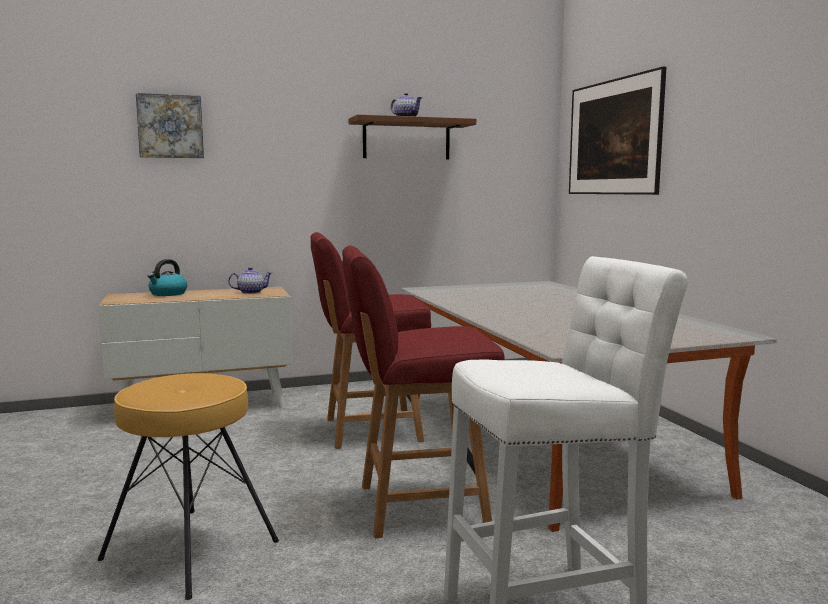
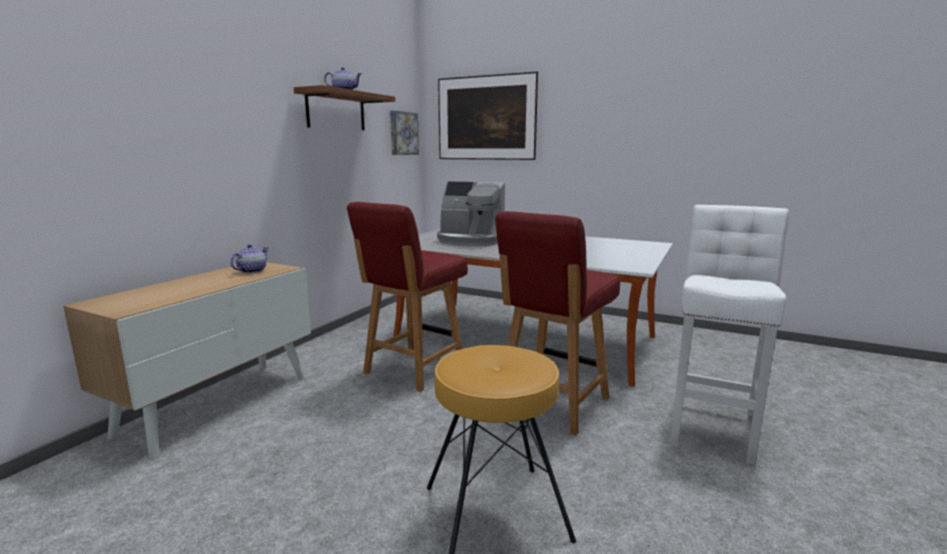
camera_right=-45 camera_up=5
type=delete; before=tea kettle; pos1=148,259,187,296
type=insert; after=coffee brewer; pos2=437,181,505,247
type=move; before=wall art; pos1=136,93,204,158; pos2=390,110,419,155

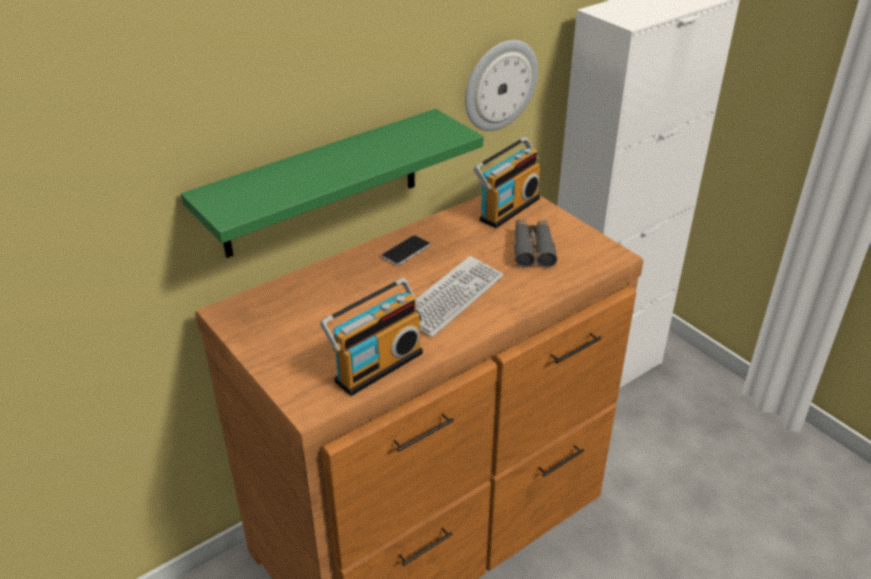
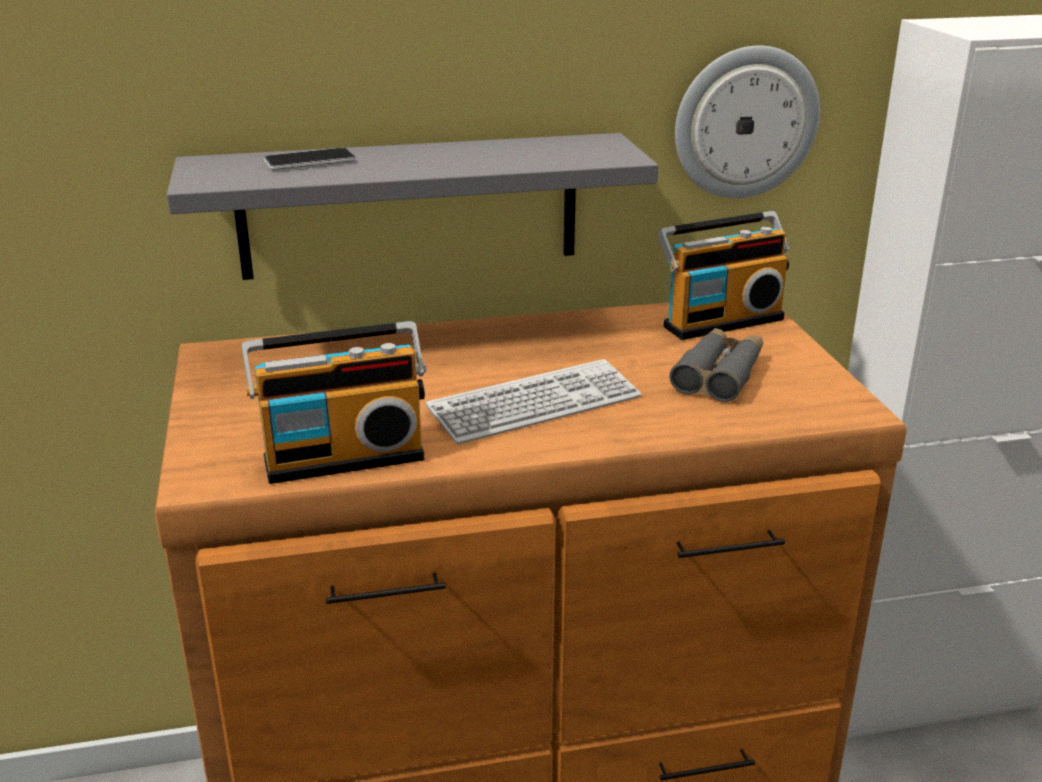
camera_right=25 camera_up=-10
type=move; before=telephone; pos1=381,235,430,265; pos2=264,148,356,170
type=recolor; before=bracket shelf/greenish; after=bracket shelf/greyish; pos1=181,109,483,258; pos2=167,133,658,280

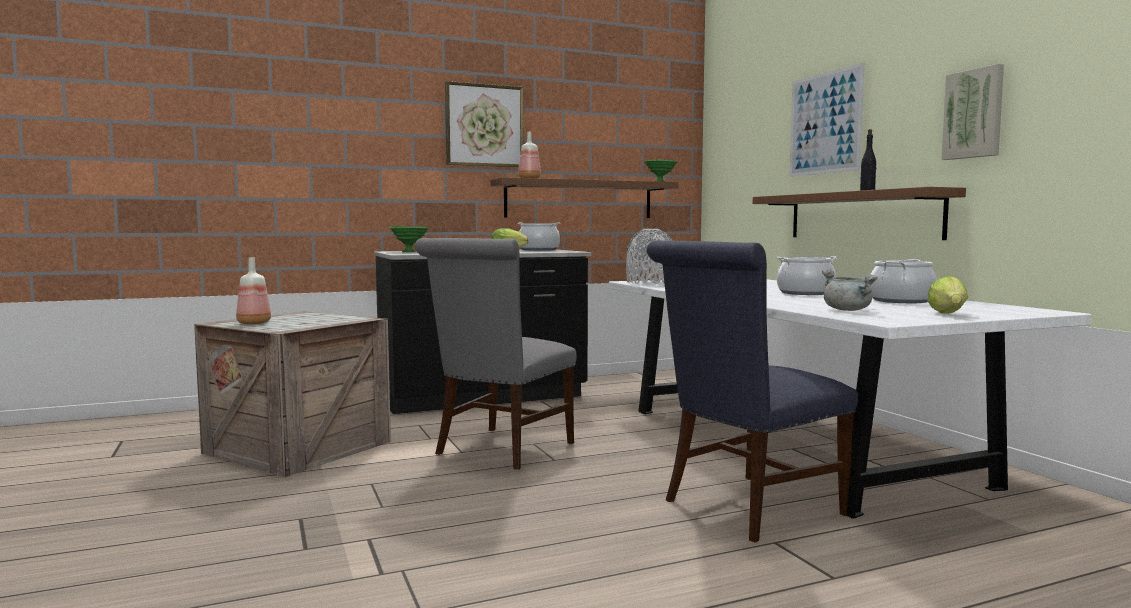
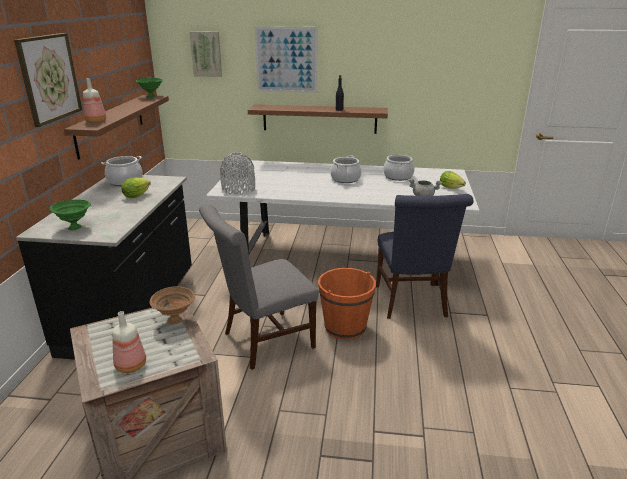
camera_right=-60 camera_up=20
type=insert; after=bowl/brown-coloured; pos2=150,286,195,324
type=insert; after=pail/orangey; pos2=318,268,376,340
type=move; before=wall art; pos1=942,64,1004,160; pos2=189,31,222,77
type=rotate; before=chair/greyish; pos1=415,238,577,470; pos2=199,204,319,370; turn=90

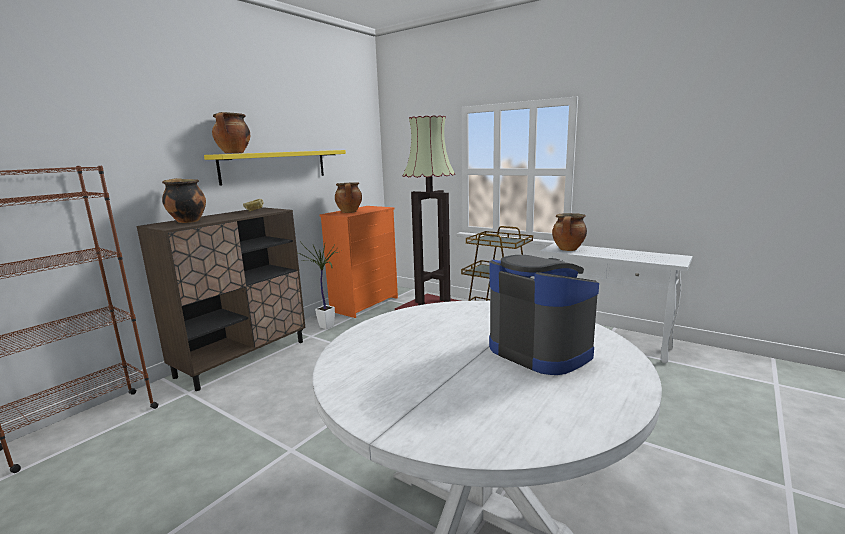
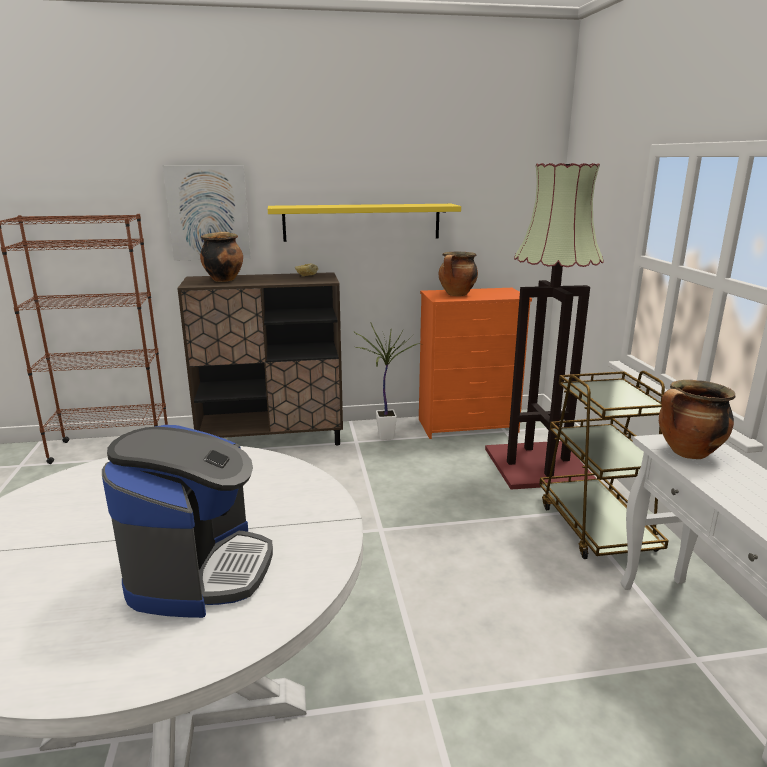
camera_right=45 camera_up=5
type=delete; before=cooking pot; pos1=212,112,250,154
type=insert; after=wall art; pos2=163,165,251,261

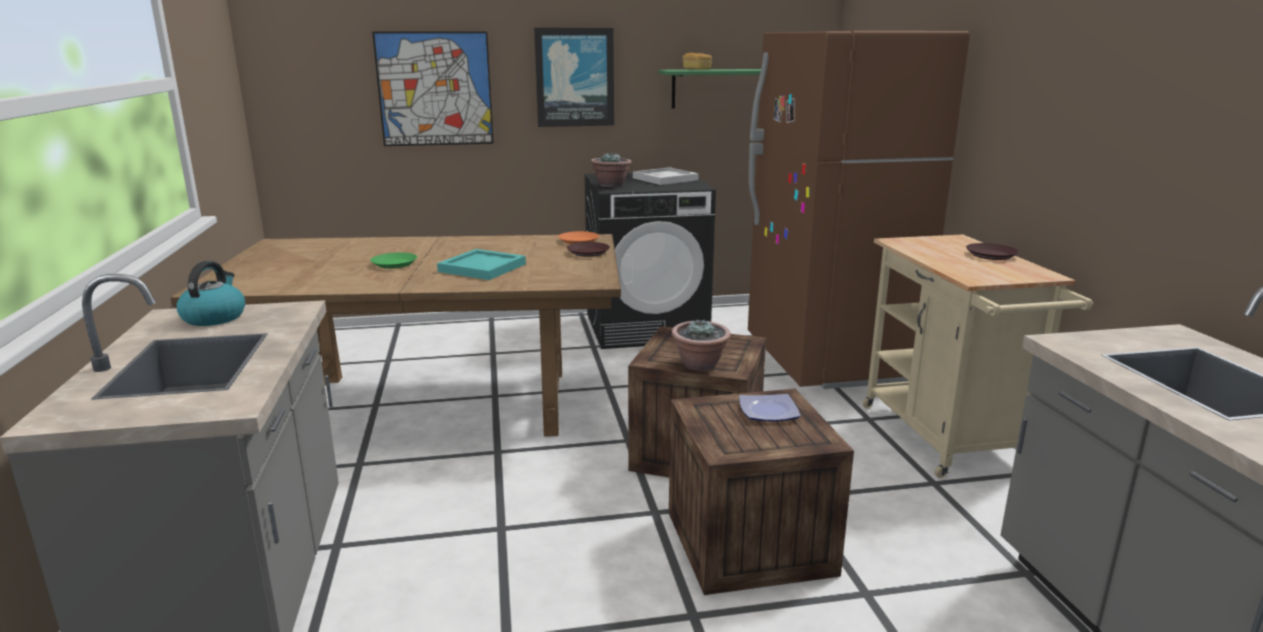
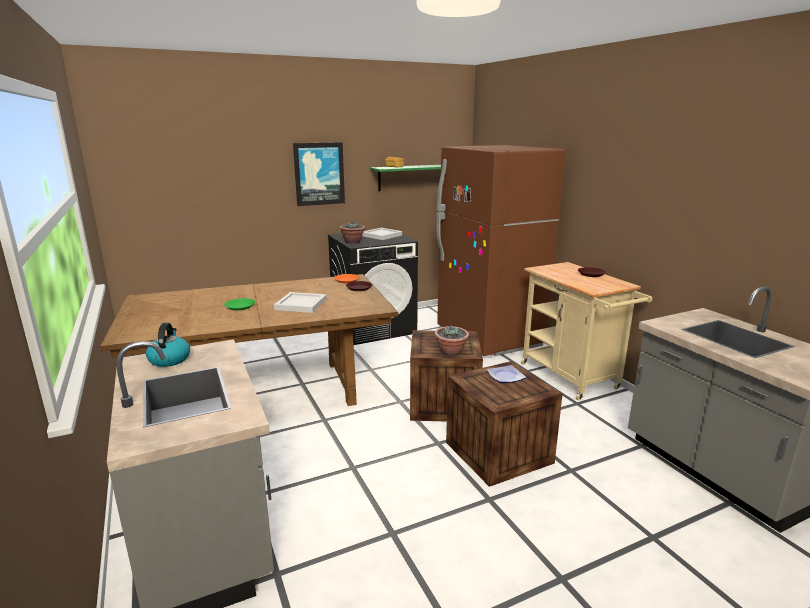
camera_right=-15 camera_up=0
type=delete; before=wall art; pos1=372,31,494,146
type=recolor; before=serving tray/blue-green; after=serving tray/whitish; pos1=437,249,526,280; pos2=274,292,327,313

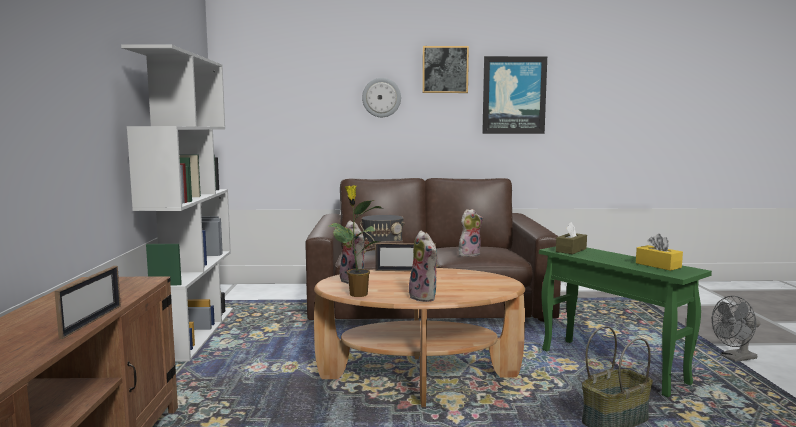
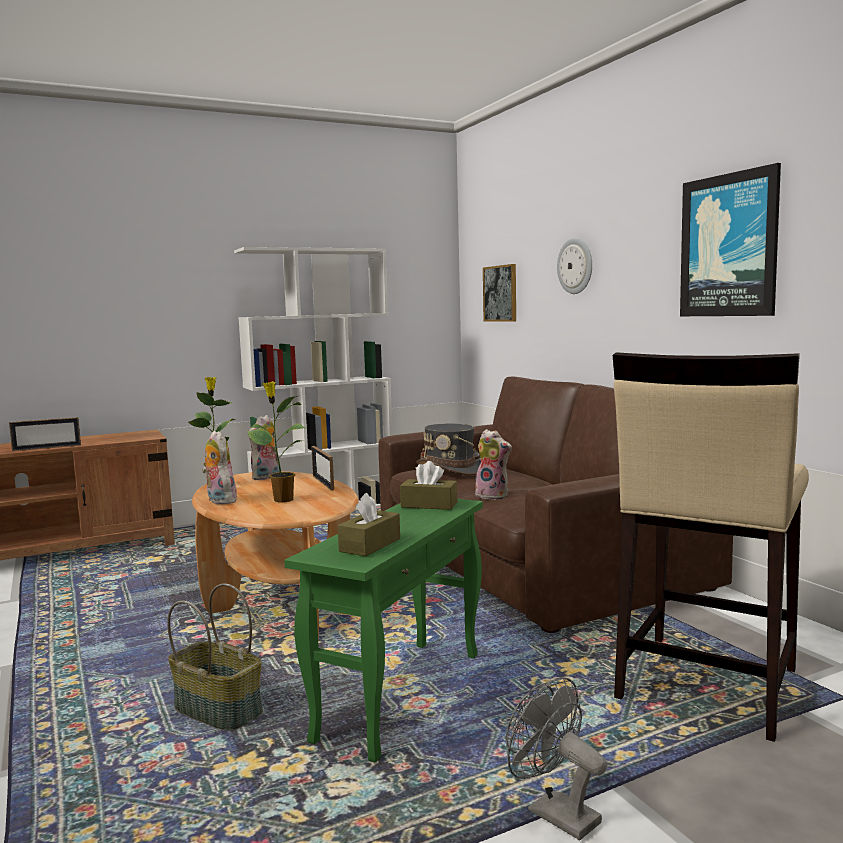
camera_right=65 camera_up=0
type=insert; after=houseplant; pos2=247,381,306,503
type=insert; after=stool seat/sand-coloured; pos2=613,352,809,742
type=move; before=wall art; pos1=422,46,469,93; pos2=483,264,516,322
type=recolor; before=tissue holder/yellow-coloured; after=tissue holder/brown-coloured; pos1=636,234,683,271; pos2=338,493,400,556
type=rotate; before=soft toy; pos1=409,231,438,302; pos2=202,431,237,504; turn=105

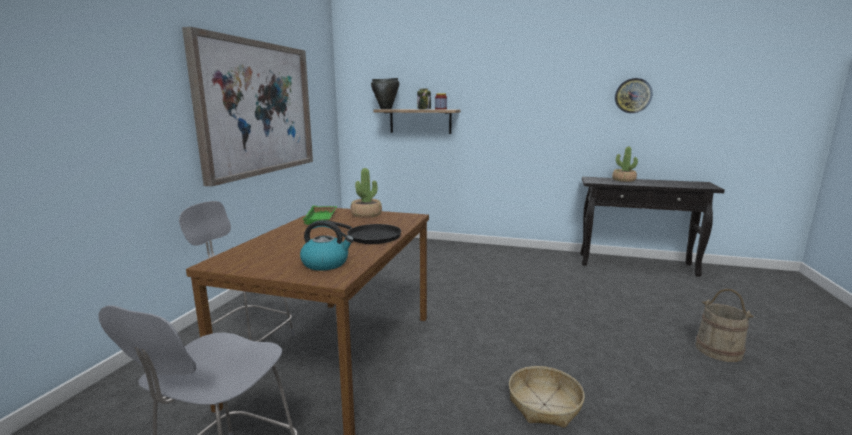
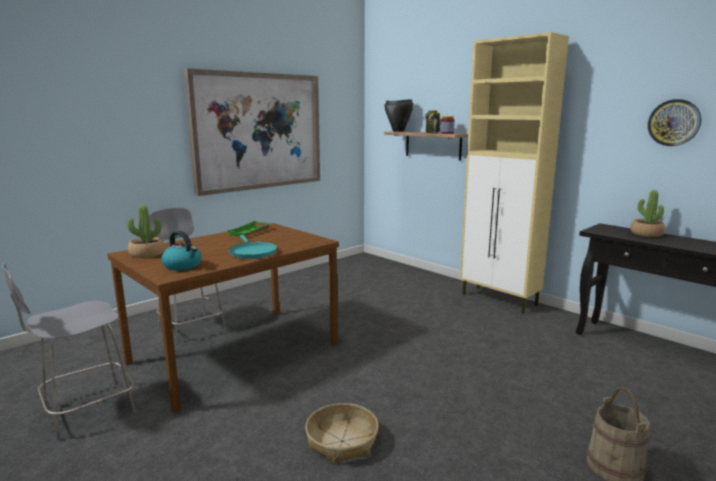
camera_right=30 camera_up=0
type=insert; after=cupboard/sand-coloured; pos2=460,32,569,314
type=move; before=houseplant; pos1=350,168,382,218; pos2=127,205,164,258
type=recolor; before=skillet/black; after=skillet/blue-green; pos1=330,221,401,244; pos2=229,235,277,259

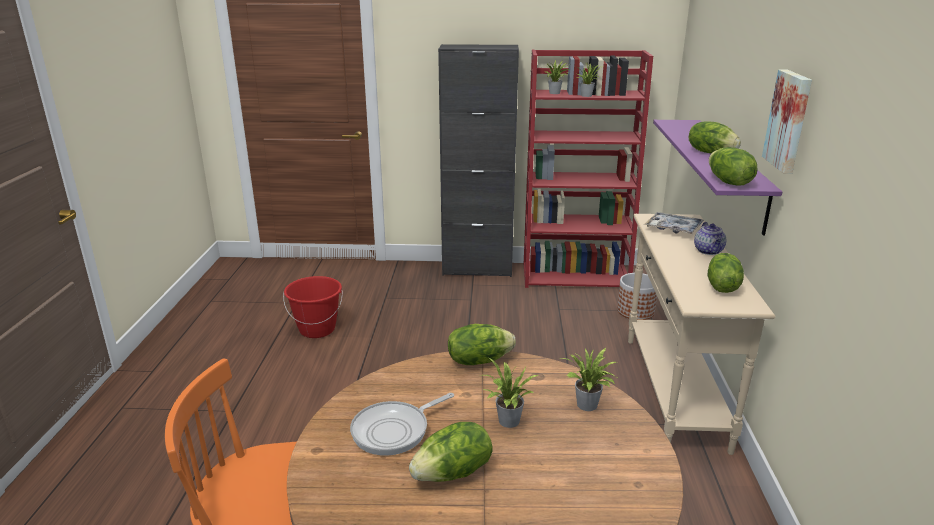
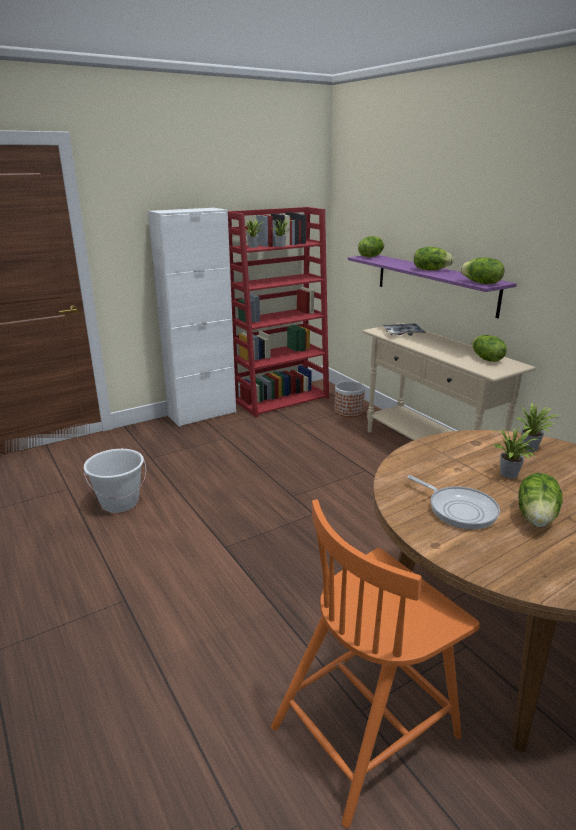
camera_right=-35 camera_up=0
type=delete; before=pot for tea; pos1=694,222,726,255
type=delete; before=wall art; pos1=762,69,812,174
type=move; before=head of lettuce; pos1=448,324,516,365; pos2=358,236,384,257
type=recolor; before=pail/reddish; after=pail/whitish; pos1=283,276,343,338; pos2=84,449,146,513
type=recolor; before=cupboard/black; after=cupboard/whitish; pos1=438,44,519,277; pos2=148,208,236,427
type=rotate; before=skillet; pos1=350,393,454,456; pos2=407,475,500,529; turn=-60

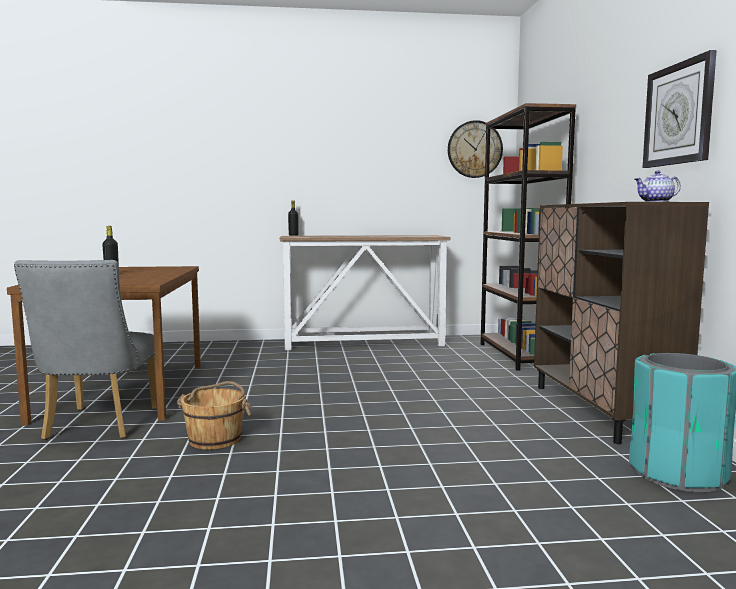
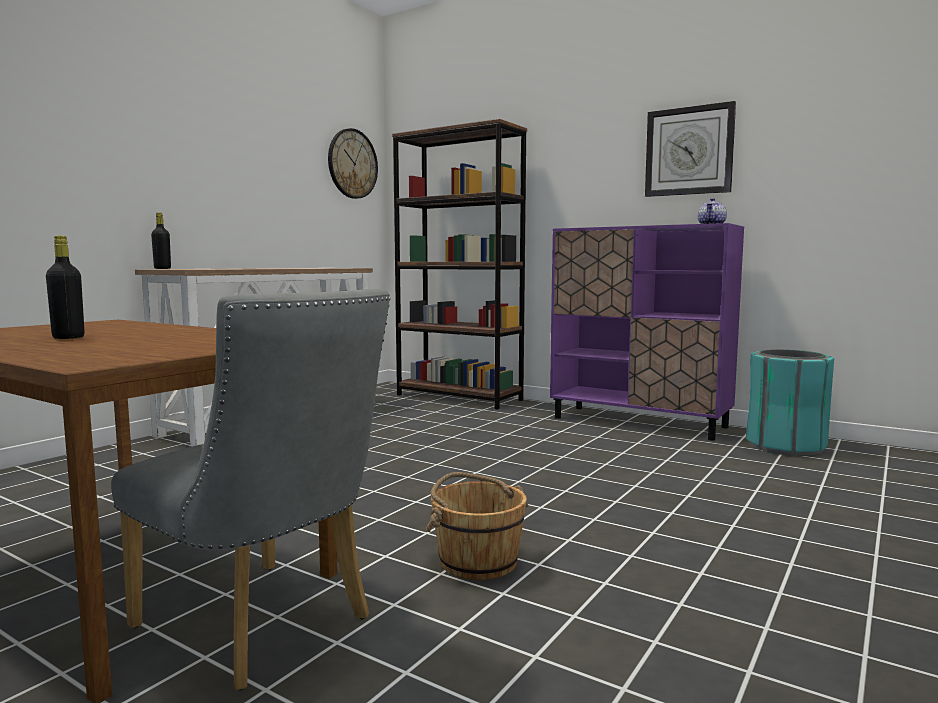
camera_right=-50 camera_up=0
type=recolor; before=cupboard/brown-coloured; after=cupboard/purplish; pos1=534,202,709,444; pos2=550,223,744,441

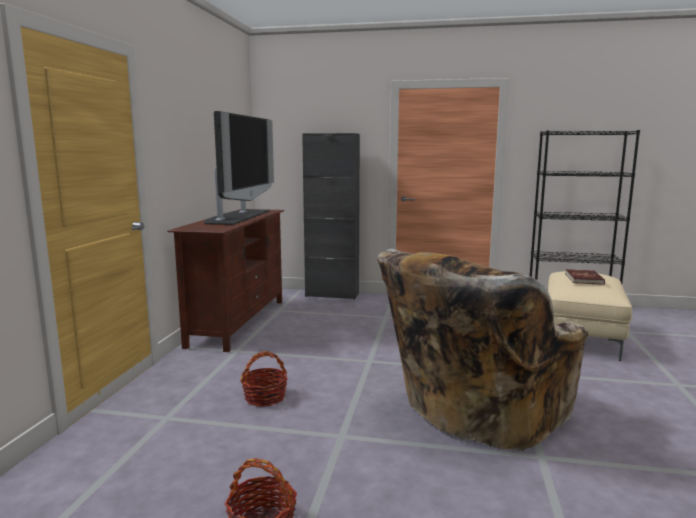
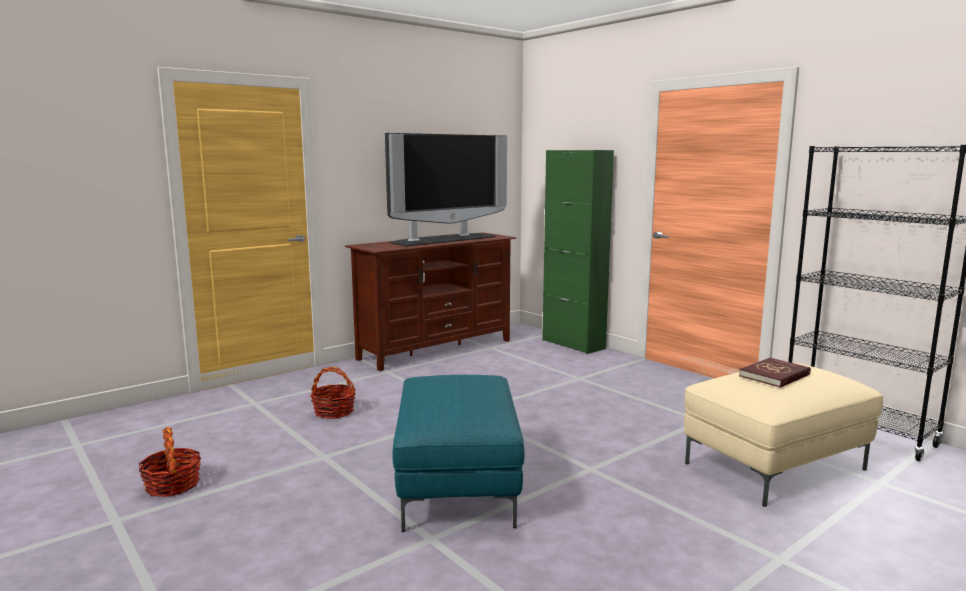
camera_right=40 camera_up=0
type=replace; before=easy chair/sand-coloured; after=pouffe/blue-green; pos1=377,249,589,451; pos2=393,375,525,532
type=recolor; before=cupboard/black; after=cupboard/greenish; pos1=302,133,360,300; pos2=542,150,614,354

